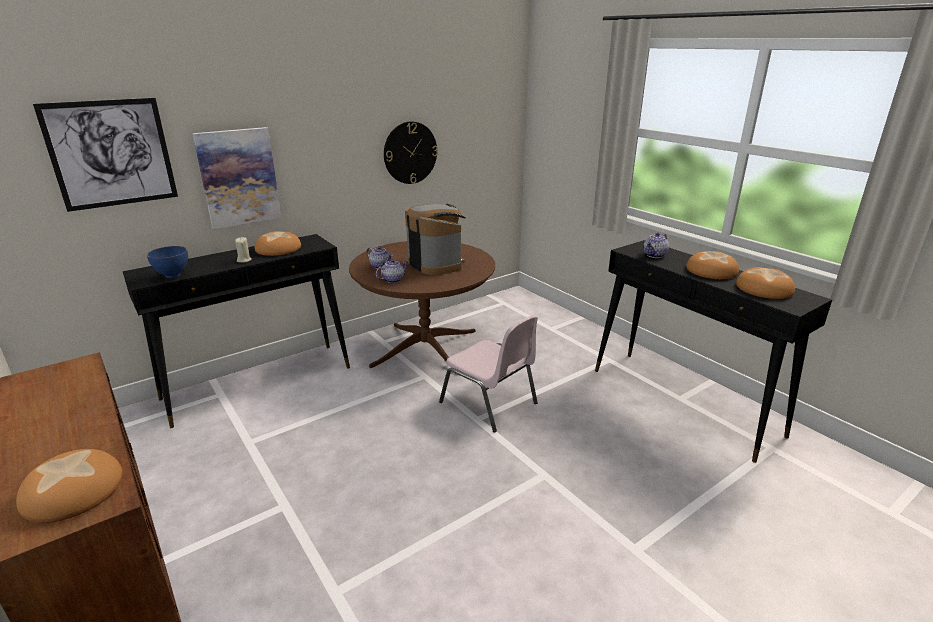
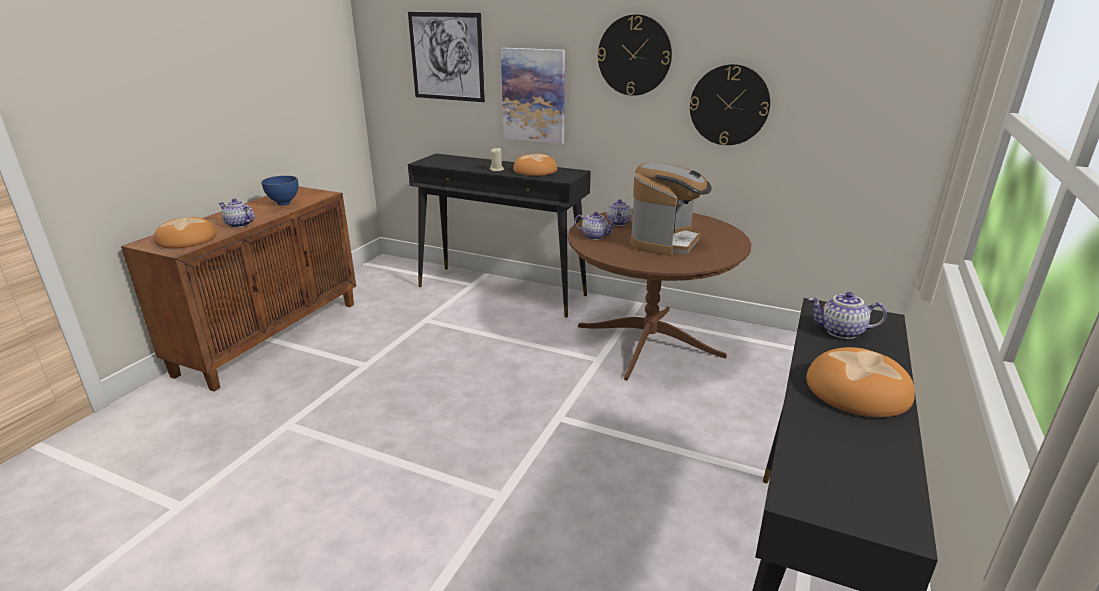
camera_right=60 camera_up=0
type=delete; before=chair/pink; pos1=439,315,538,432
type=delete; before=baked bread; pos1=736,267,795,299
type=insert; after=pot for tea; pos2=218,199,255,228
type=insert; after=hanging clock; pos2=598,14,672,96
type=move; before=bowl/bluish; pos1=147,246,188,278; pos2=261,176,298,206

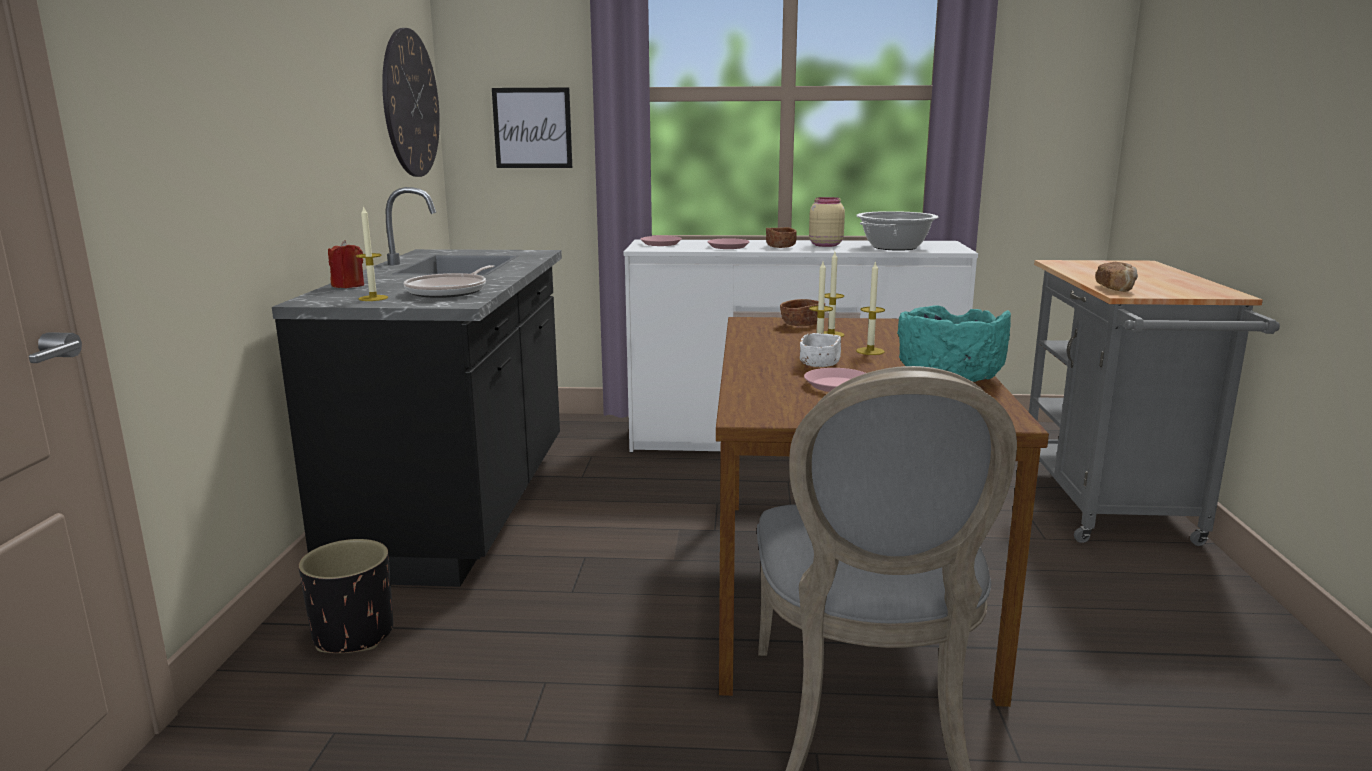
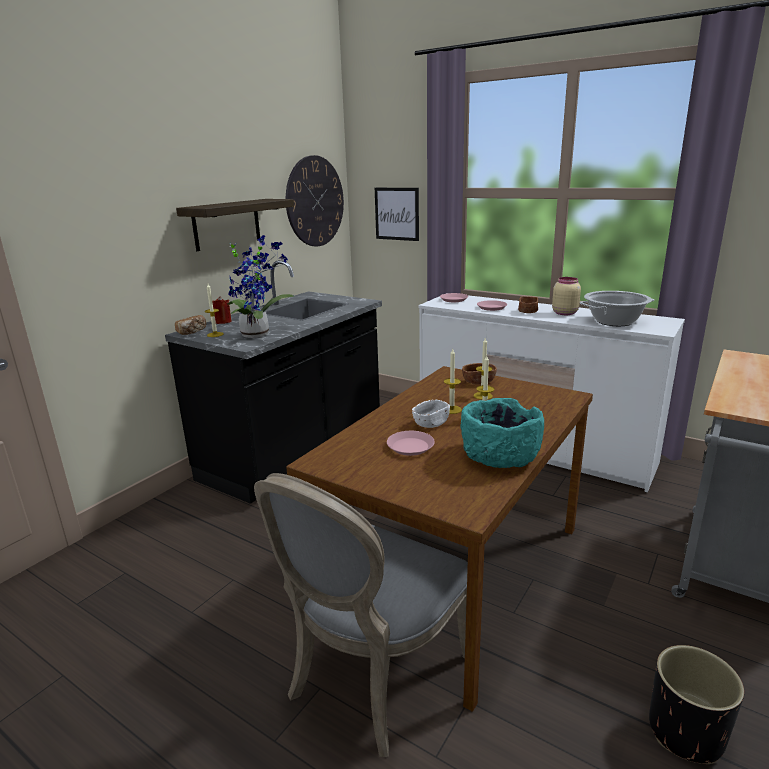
camera_right=30 camera_up=5
type=insert; after=bracket shelf; pos2=176,199,294,251
type=move; before=flower pot/black; pos1=299,539,393,653; pos2=649,645,744,764
type=move; before=baked bread; pos1=1095,262,1138,292; pos2=175,315,206,335
type=replace; before=skillet; after=houseplant; pos1=404,265,494,298; pos2=227,235,294,338

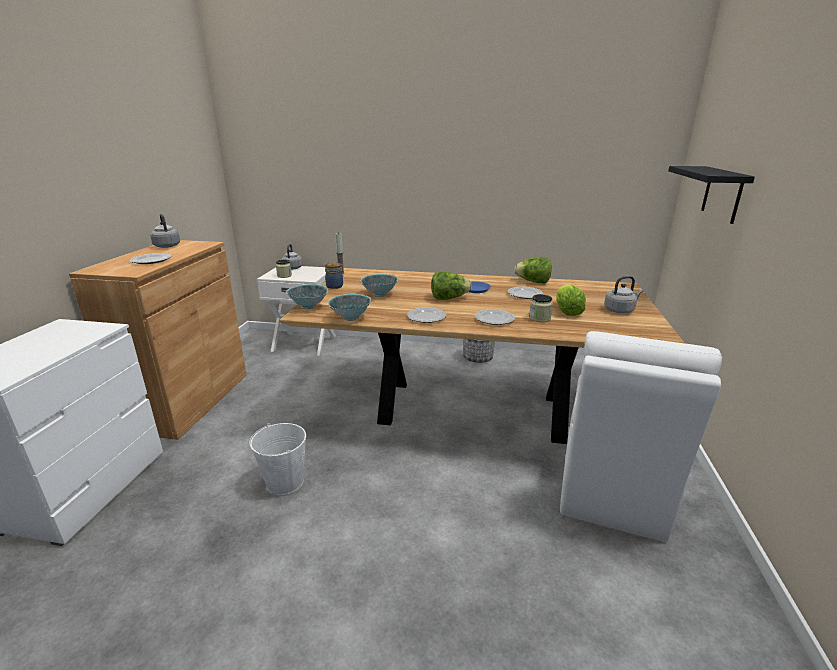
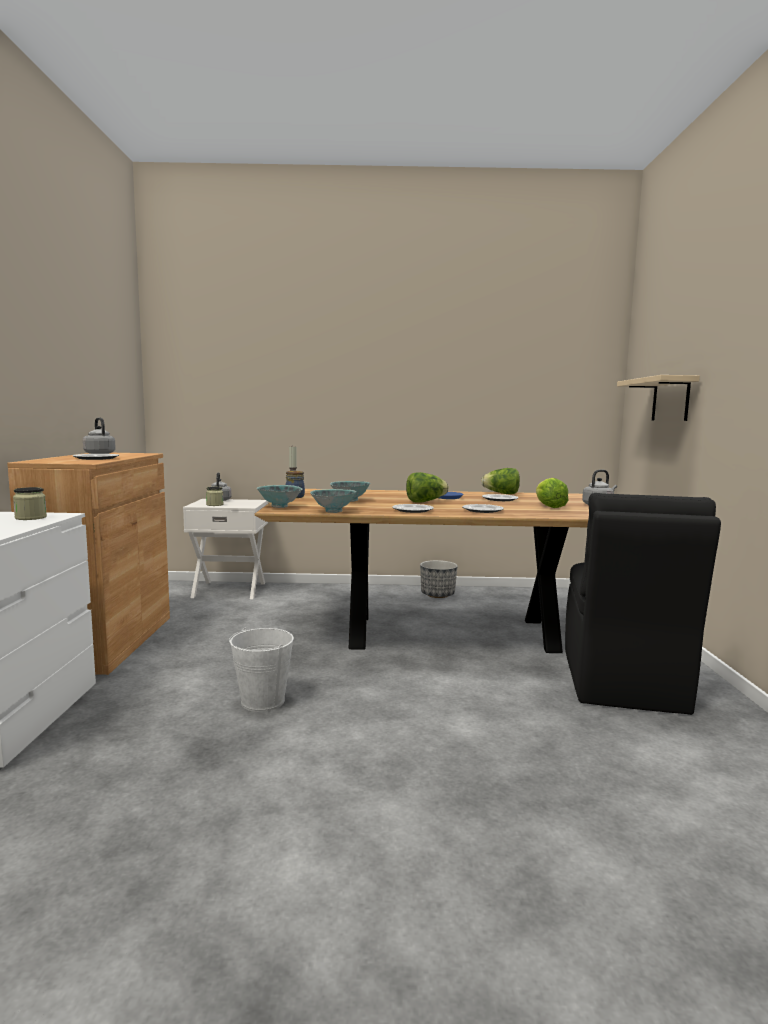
camera_right=-10 camera_up=-15
type=move; before=jar; pos1=529,294,553,322; pos2=13,487,47,520
type=recolor; before=chair/whitish; after=chair/black; pos1=560,331,722,542; pos2=565,493,721,715
type=recolor; before=bracket shelf/black; after=bracket shelf/sand-coloured; pos1=668,166,755,224; pos2=617,375,700,421

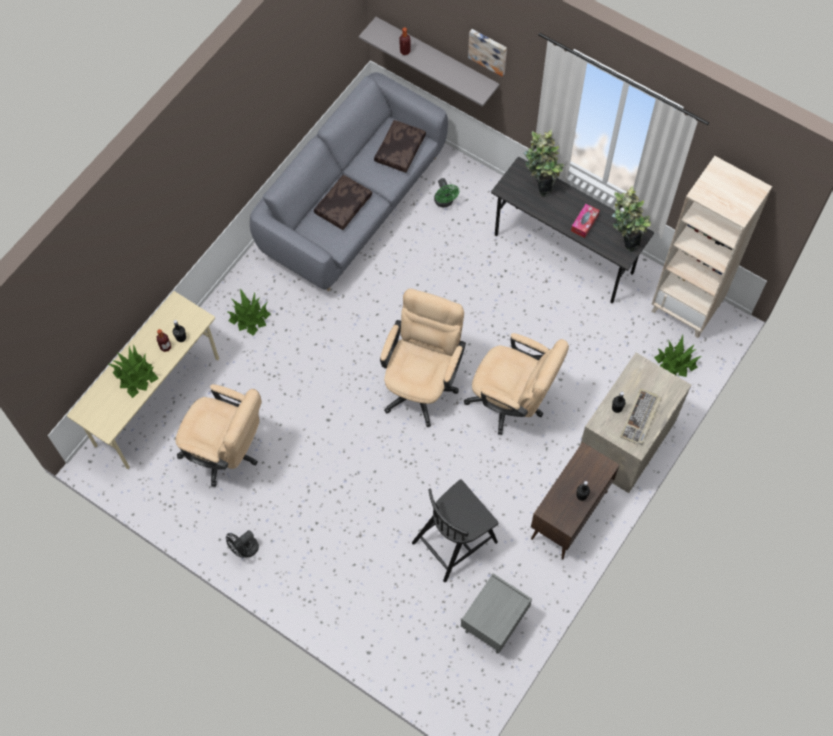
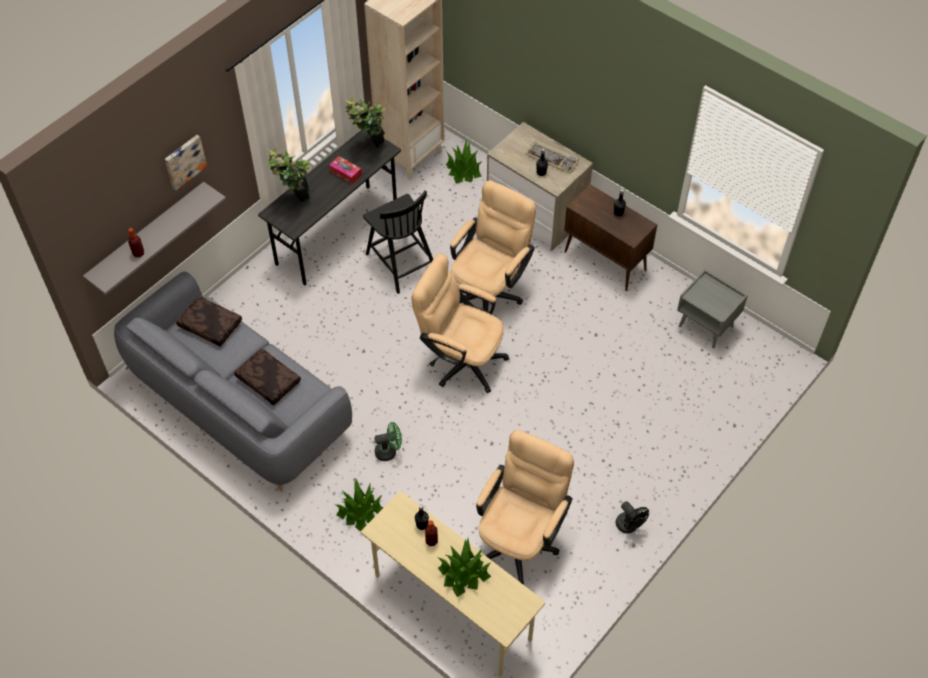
camera_right=-85 camera_up=-10
type=move; before=chair/black; pos1=412,479,498,582; pos2=363,191,433,294
type=move; before=fan/greenish; pos1=434,178,459,208; pos2=374,422,402,461

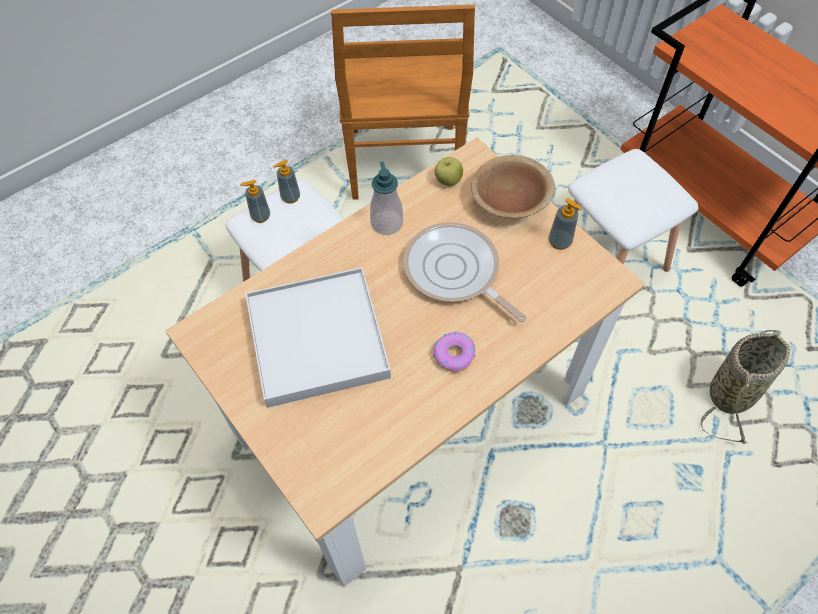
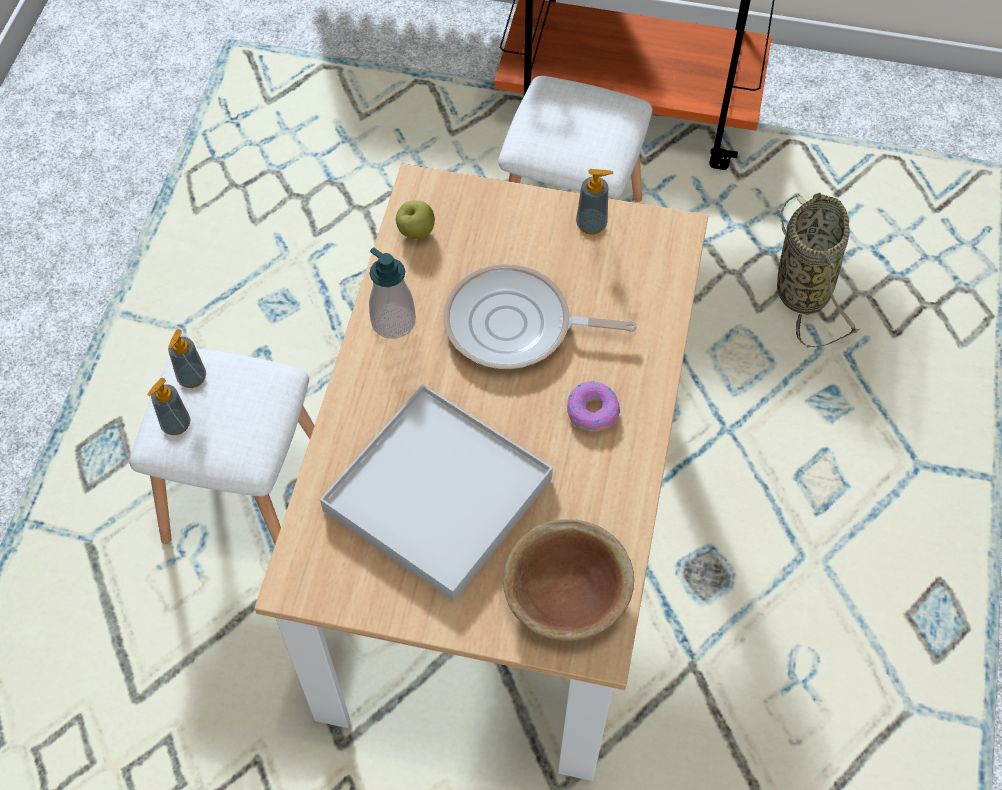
camera_right=-40 camera_up=0
type=delete; before=chair/brown-coloured; pos1=331,5,475,200
type=move; before=bowl/brown-coloured; pos1=471,155,555,219; pos2=503,519,634,641

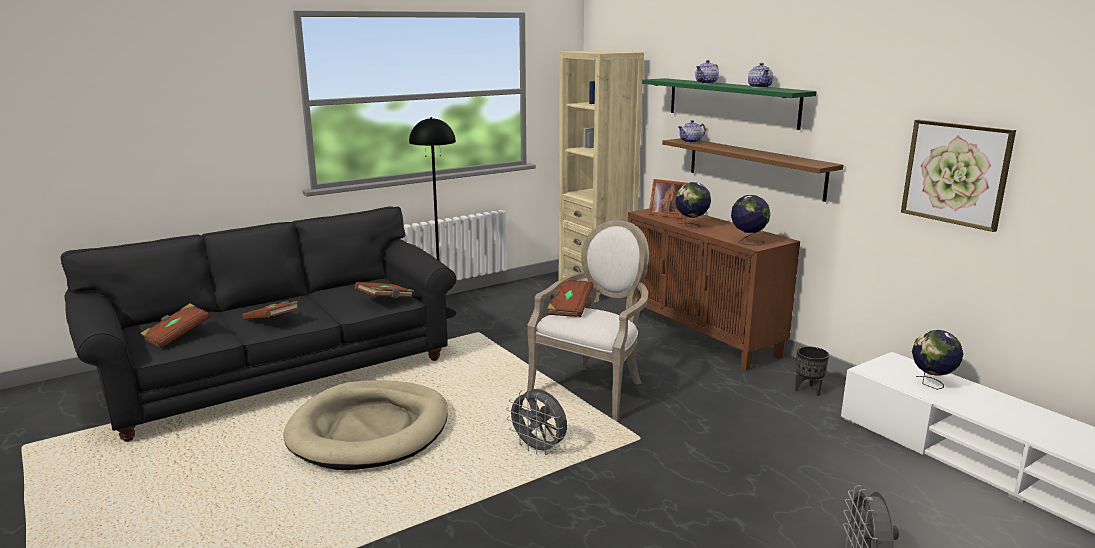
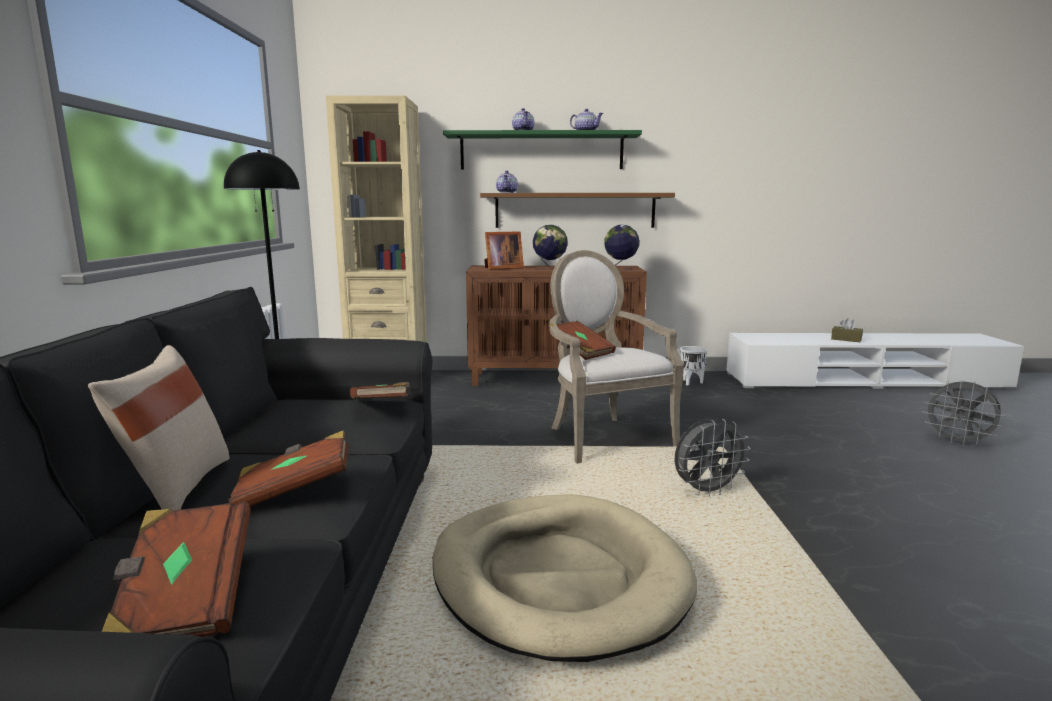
camera_right=-55 camera_up=-5
type=delete; before=wall art; pos1=901,119,1016,232
type=delete; before=world globe; pos1=912,330,963,390
type=insert; after=throw pillow/sand-coloured; pos2=88,345,230,510
type=insert; after=tissue holder/brown-coloured; pos2=831,318,863,342
type=recolor; before=flower pot/black; after=flower pot/whitish; pos1=795,346,829,396; pos2=680,346,707,385

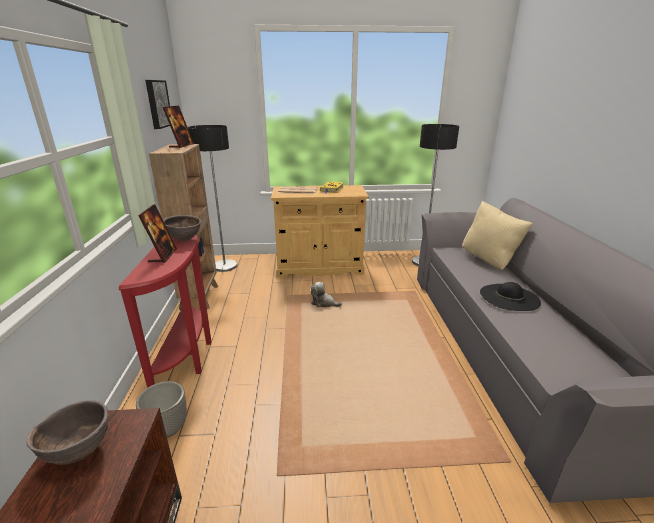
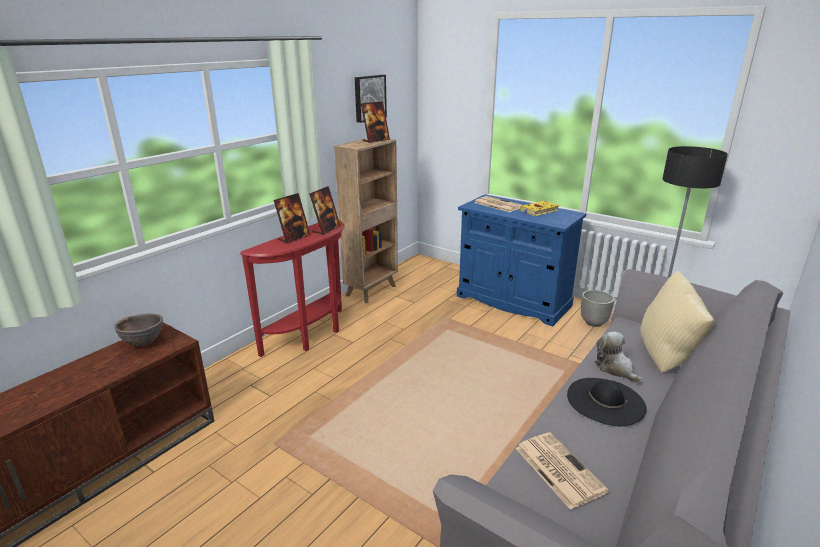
camera_right=40 camera_up=0
type=delete; before=standing lamp; pos1=188,125,238,272
type=insert; after=daily paper; pos2=516,432,609,510
type=move; before=flower pot; pos1=136,381,187,437; pos2=581,290,615,327
type=move; before=soft toy; pos1=311,282,342,307; pos2=594,332,642,383
type=replace; before=bowl/brown-coloured; after=standing frame; pos1=163,215,201,242; pos2=309,186,340,235
type=recolor; before=cupboard/sand-coloured; after=cupboard/bluish; pos1=271,185,369,277; pos2=457,194,586,326

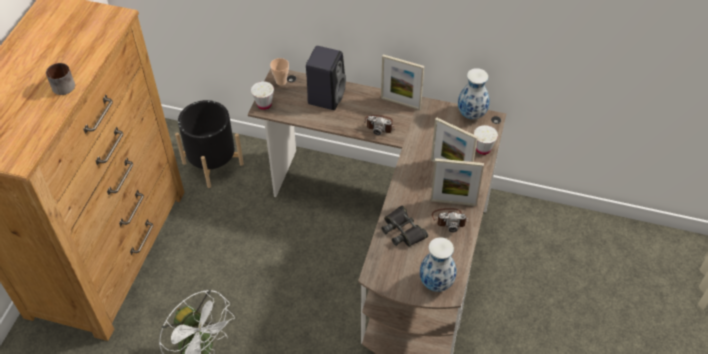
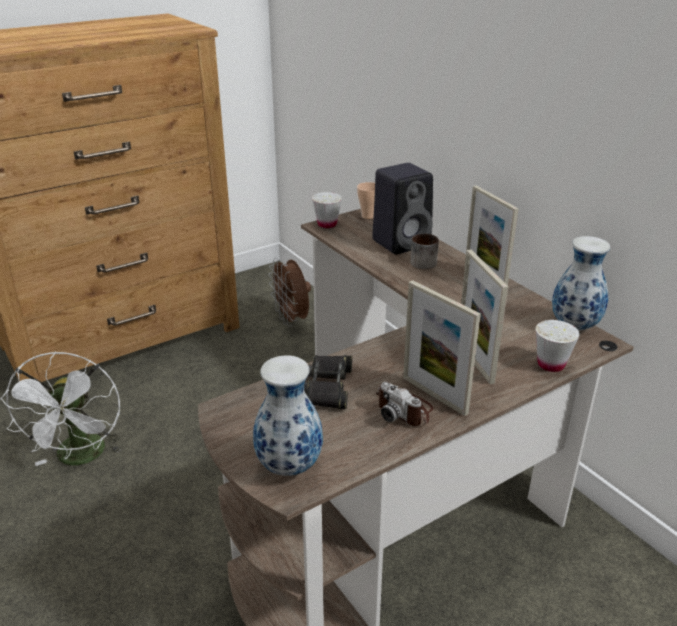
camera_right=40 camera_up=-20
type=delete; before=still camera; pos1=365,115,395,135
type=move; before=mug; pos1=46,63,75,95; pos2=410,234,439,269
type=replace; before=flower pot/black; after=fan/brown-coloured; pos1=175,100,244,188; pos2=268,258,311,327

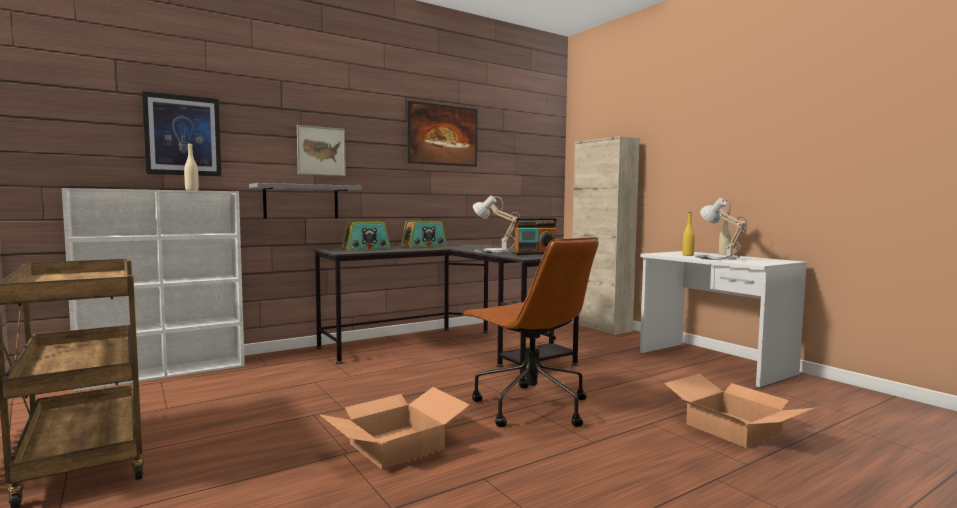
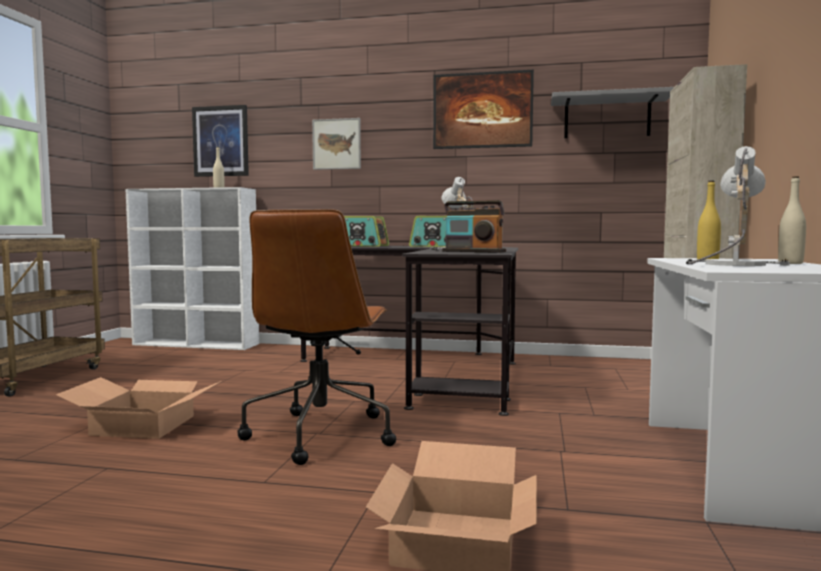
camera_right=45 camera_up=0
type=move; before=bracket shelf/greyish; pos1=249,183,362,219; pos2=551,87,674,138

